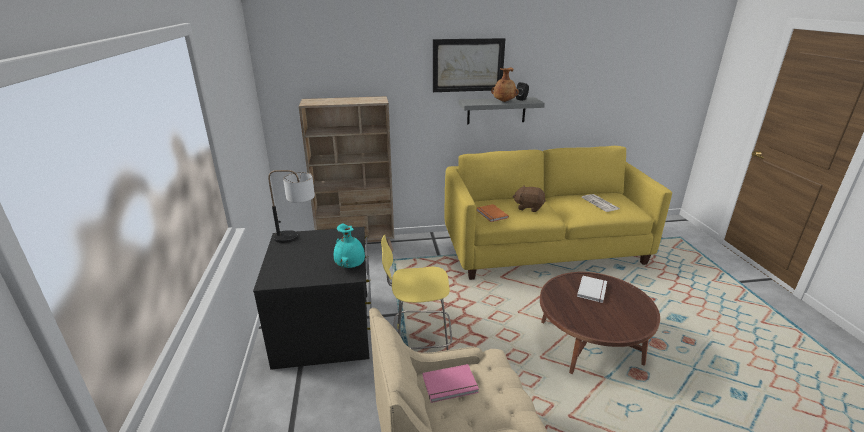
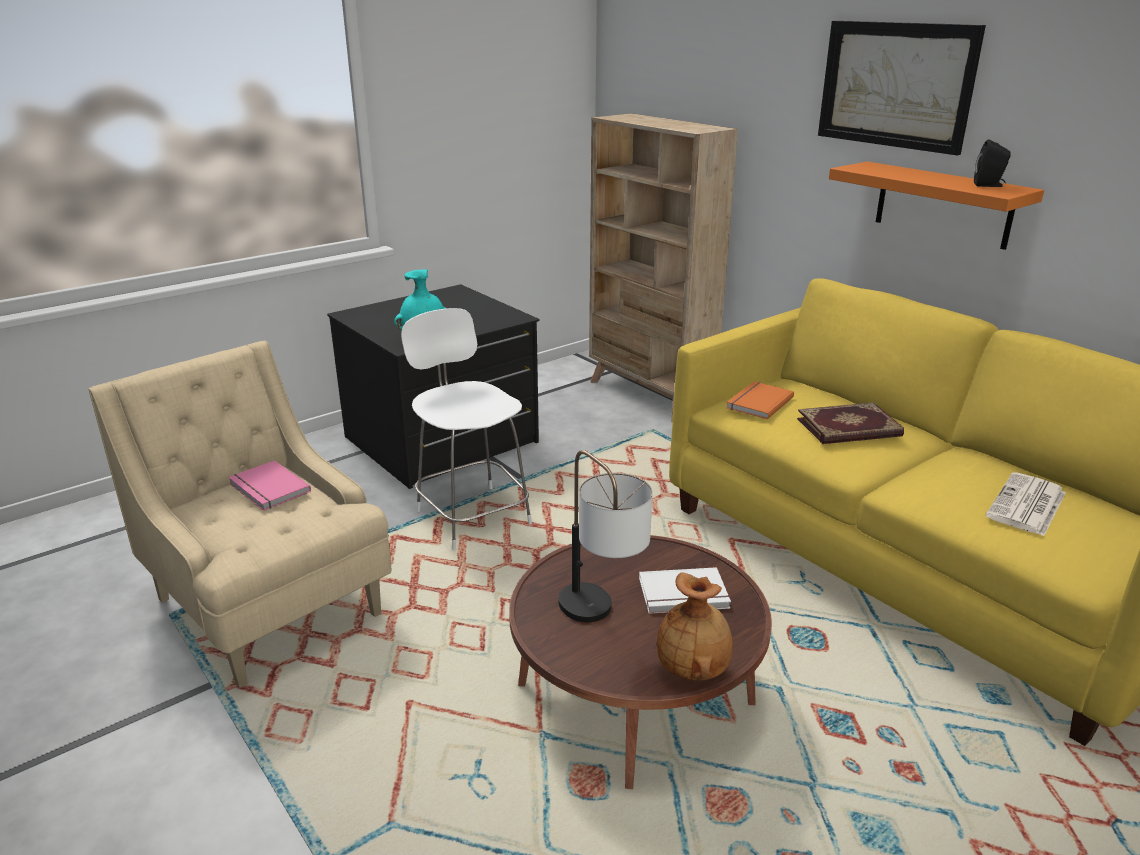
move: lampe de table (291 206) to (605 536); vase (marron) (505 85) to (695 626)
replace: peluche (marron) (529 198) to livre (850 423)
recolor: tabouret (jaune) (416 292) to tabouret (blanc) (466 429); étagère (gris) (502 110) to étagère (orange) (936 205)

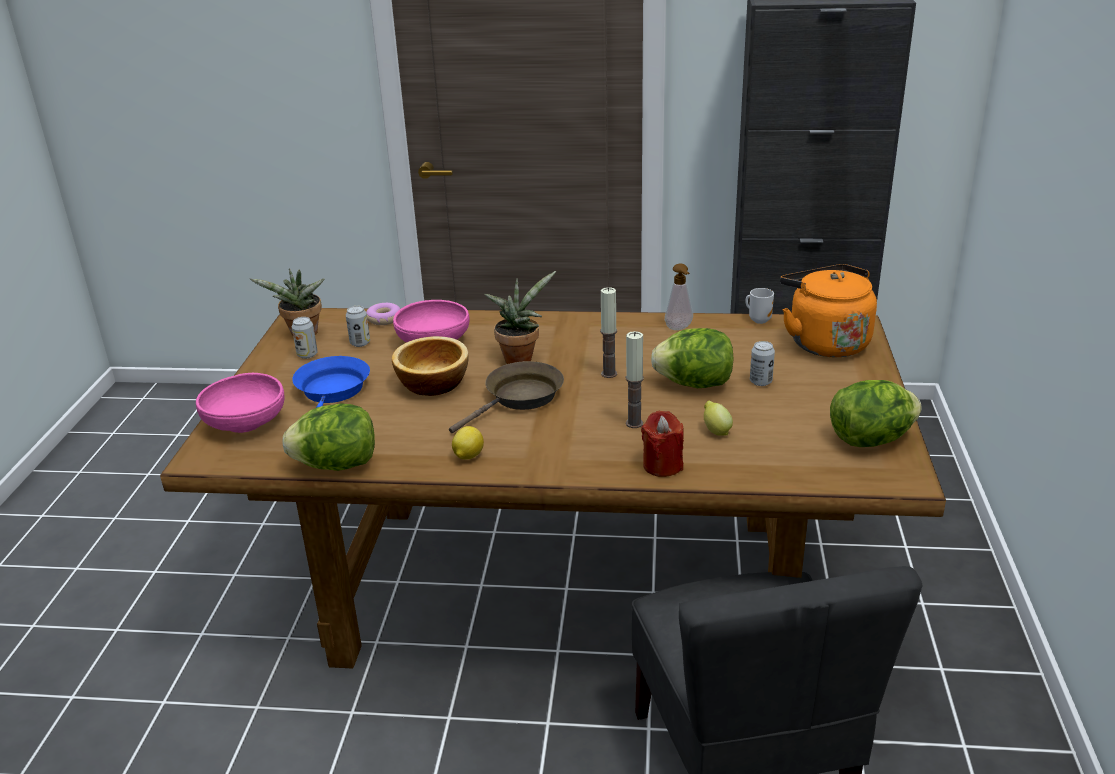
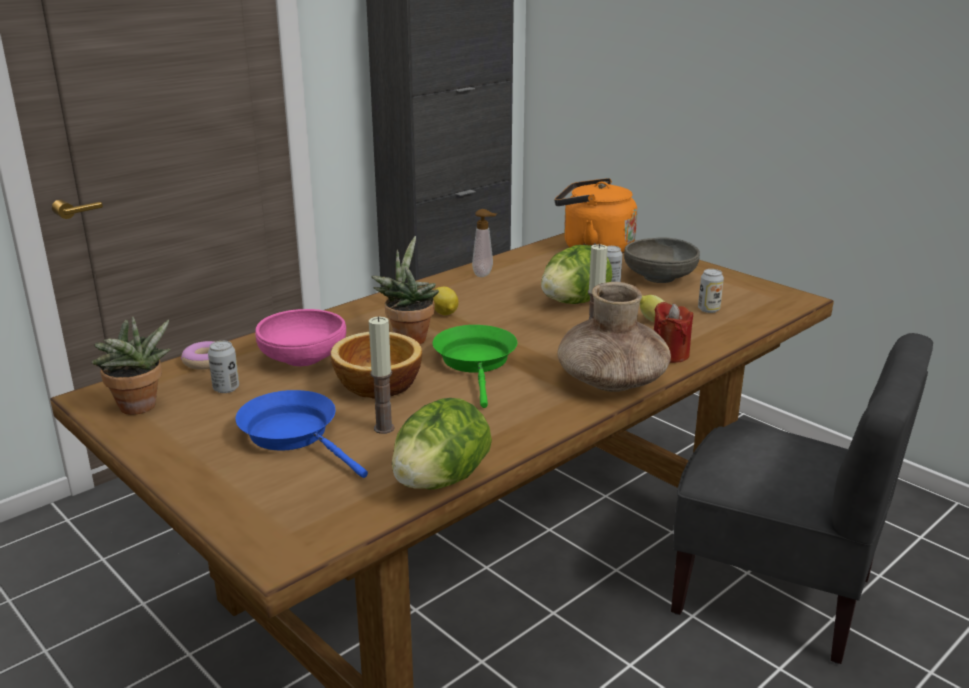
delete: bol (rose) (240 403); mug (759 306); laitue (876 413)
insert: vase (marron) (614 337); bol (gris) (662 260)
move: bougie (608 332) to (381 375); citron (468 443) to (446 301); boîte métallique (305 338) to (711 291)
recolor: poêle (marron) (506 397) to poêle (vert) (475 366)

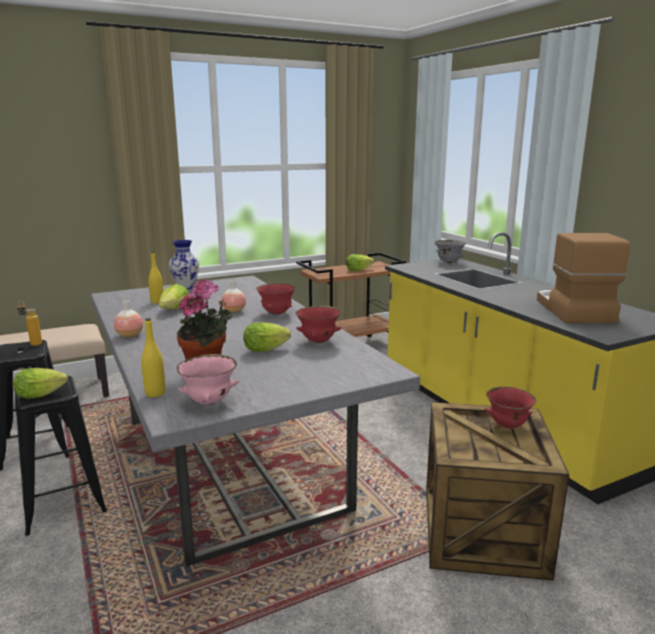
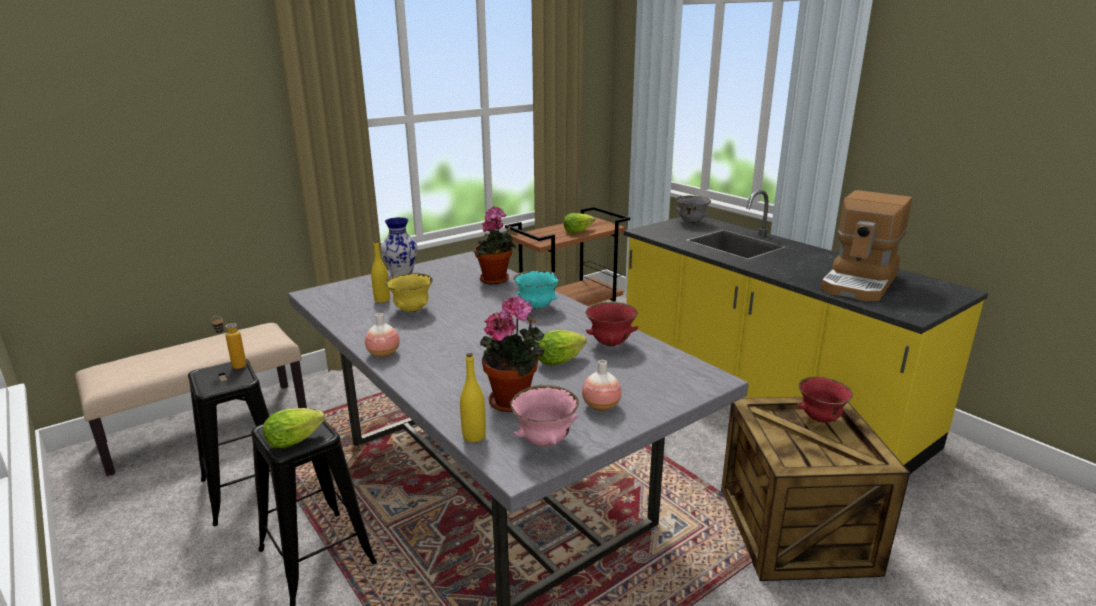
insert: plante en pot (495 245)
move: vase (233 296) to (602 385)
replace: laitue (174 296) to bol (jaune) (409 292)
recolor: bol (rouge) (276 299) to bol (turquoise) (536 289)
rotate: machine à café (583 278) = (867 245) 135 degrees counterclockwise

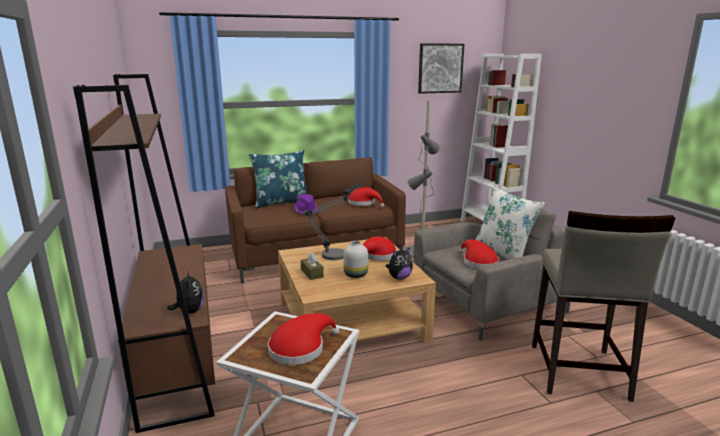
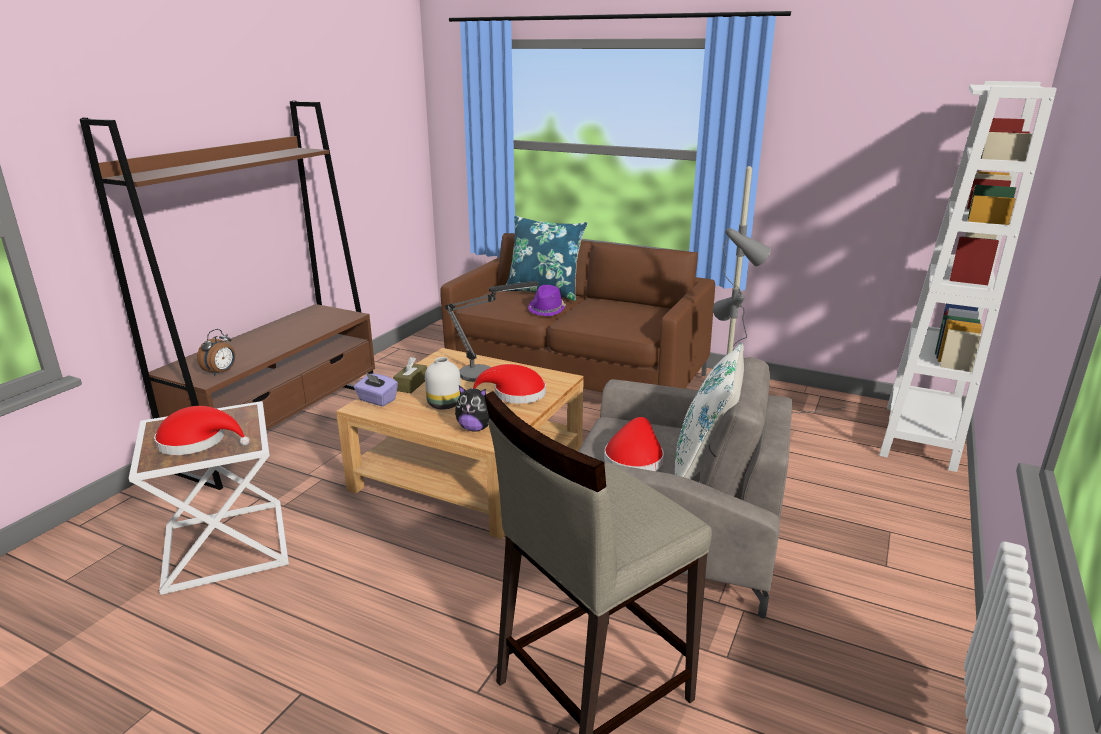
delete: chapeau (rouge) (366 197); tableau (441 68)
insert: boîte à mouchoirs (violet) (376 389)
replace: peluche (185 292) to réveil (216 352)

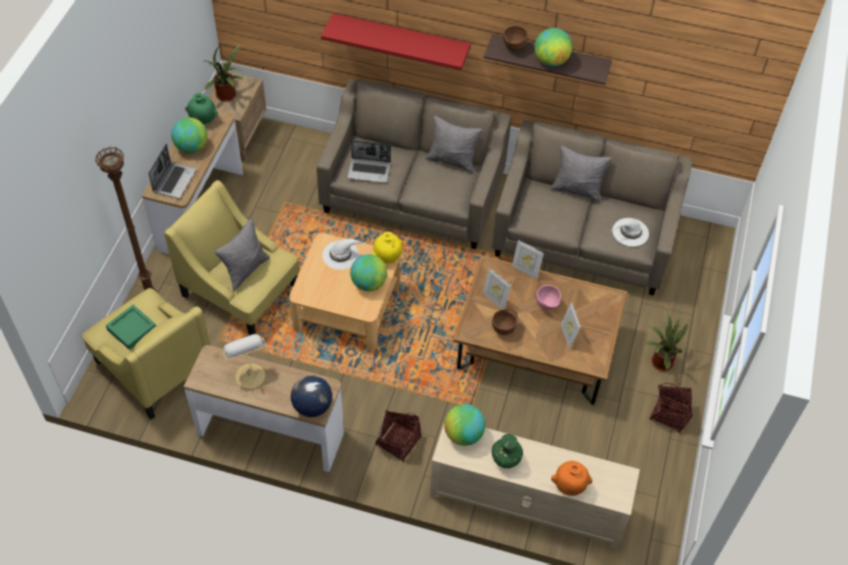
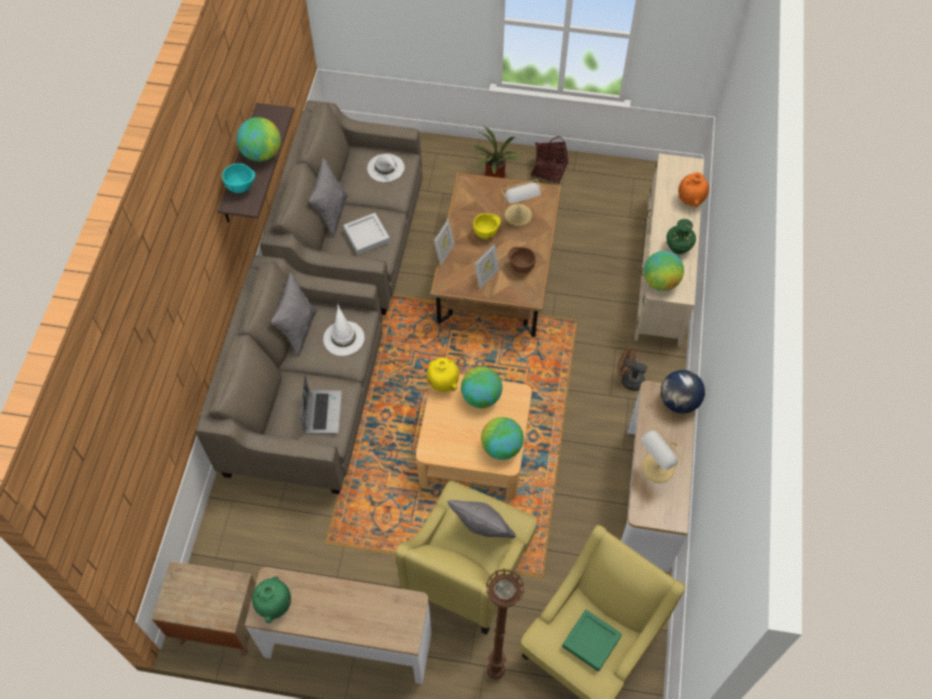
delete: ordinateur portable (172 171); plante en pot (223 73); étagère (rouge) (396 41)
insert: plateau (gris) (366 234)
move: chapeau (blanc) (344 254) to (344 330); globe (189 135) to (502 438)
replace: cadre photo (571 325) to lampe de table (521 202); panier (398 436) to ventilateur (marron) (632 369)
recolor: bol (marron) (515 38) to bol (turquoise) (238 178); bol (rose) (548 297) to bol (jaune) (487 226)

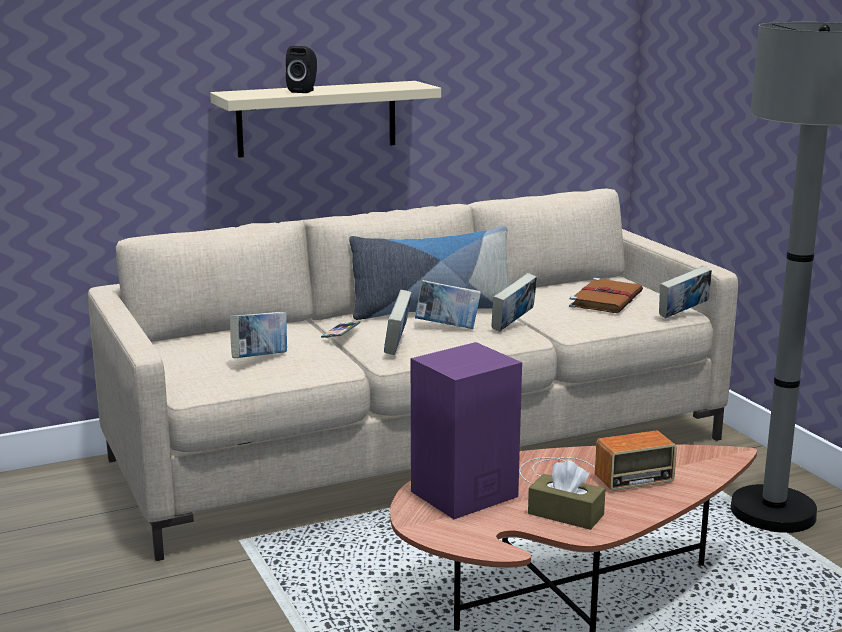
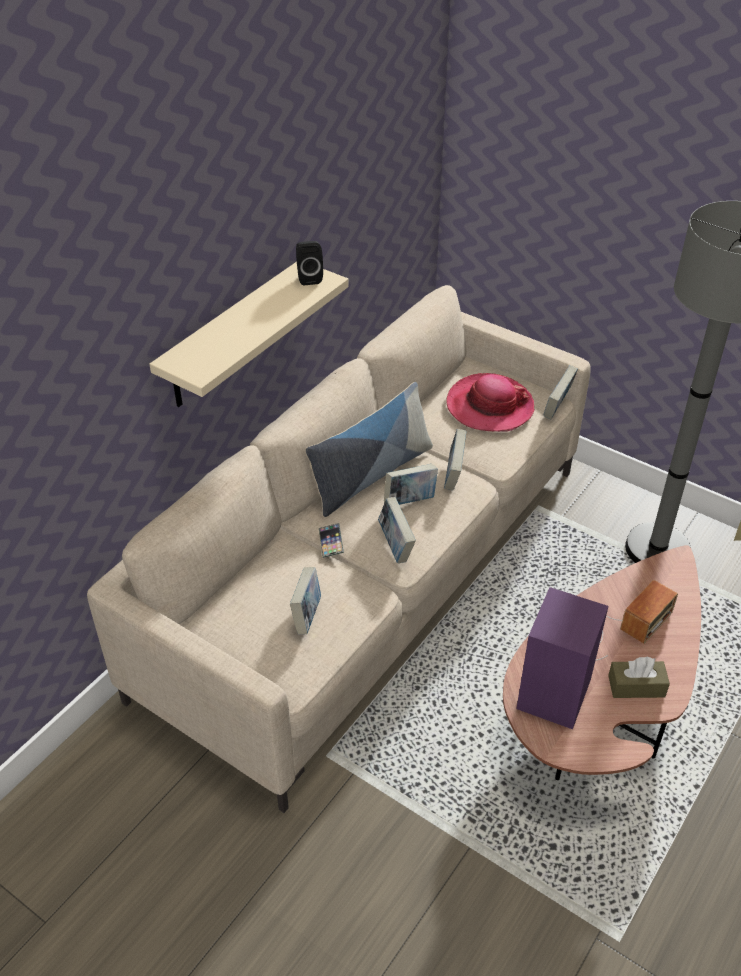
move: enceinte (noir) (301 69) to (309 263)
replace: livre (marron) (606 295) to chapeau (490 402)

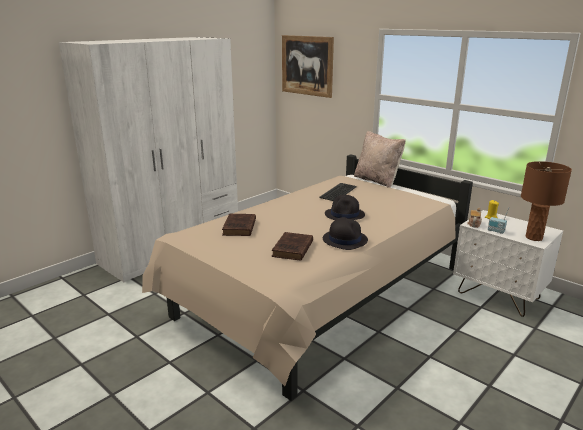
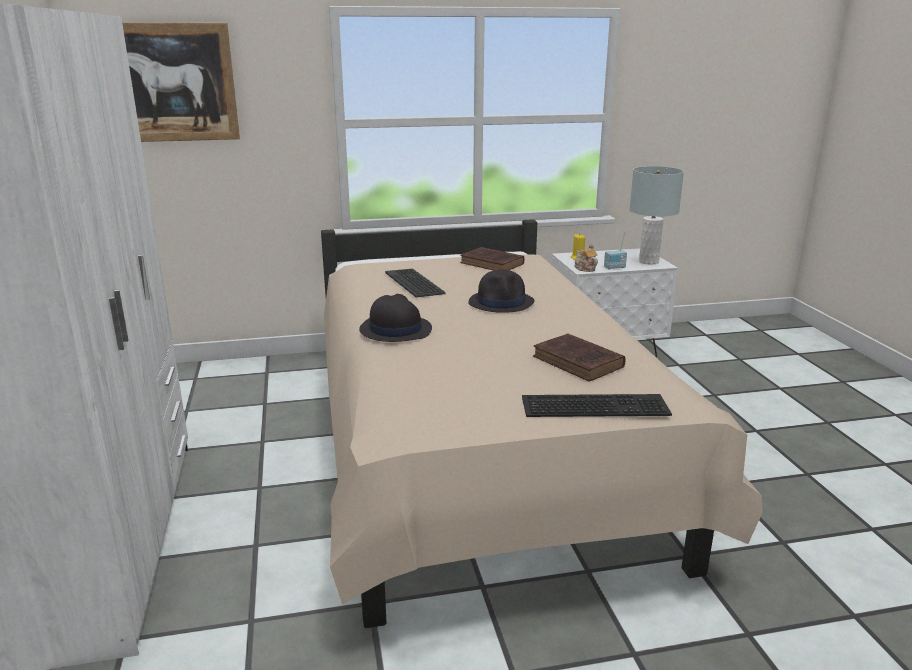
delete: coussin (beige) (380 159)
insert: clavier (597 405)
move: chapeau (noir) (345 233) to (395 318); livre (marron) (239 225) to (492 259)
recolor: lampe de table (marron) (546 201) to lampe de table (gris) (657 215)

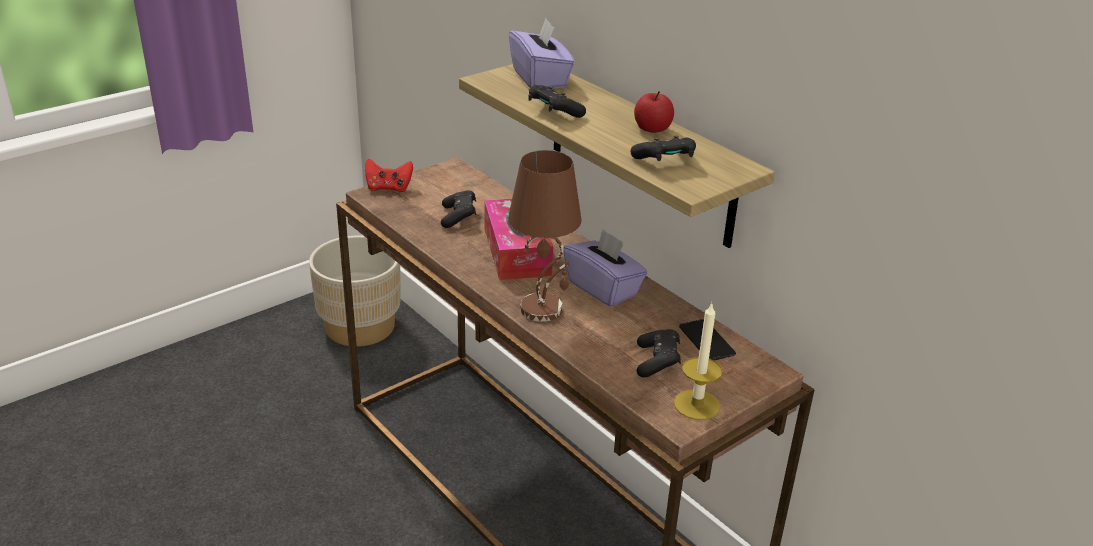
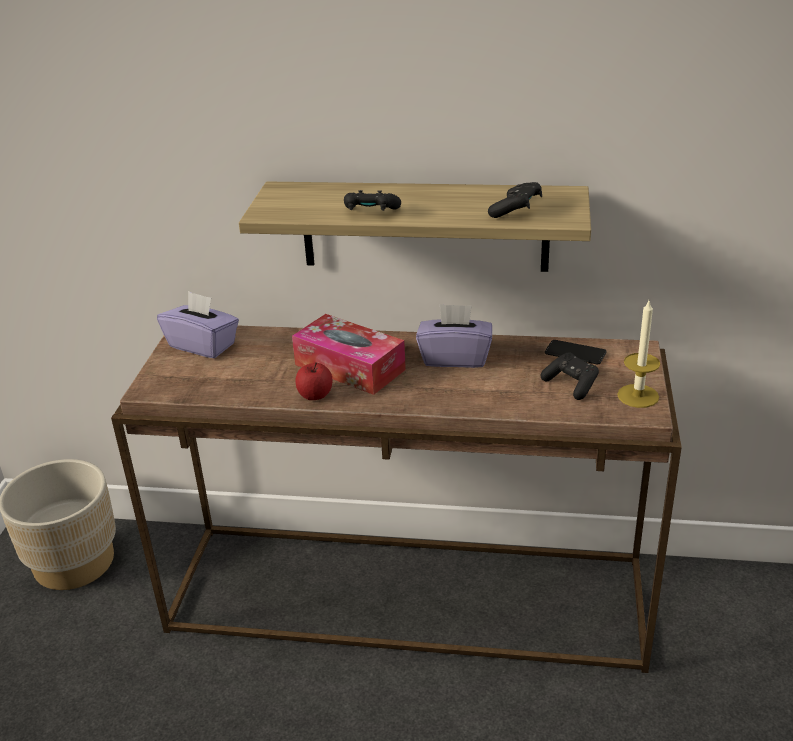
delete: manette (rouge) (389 175); manette (noir) (458 209); lampe de table (marron) (544 236)
move: boîte à mouchoirs (violet) (542 53) to (198 324); pomme (654 112) to (314 381)

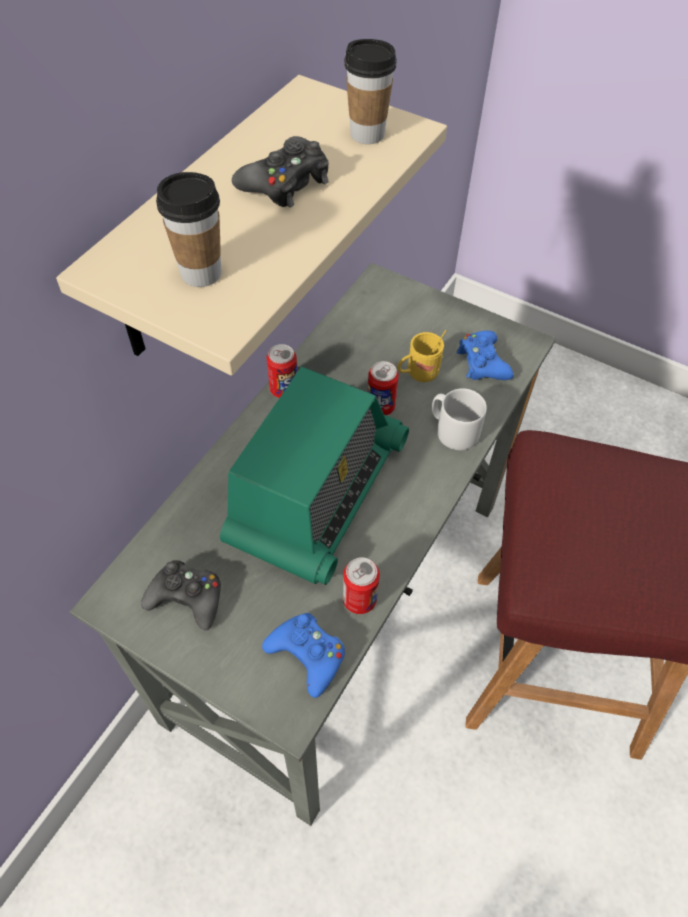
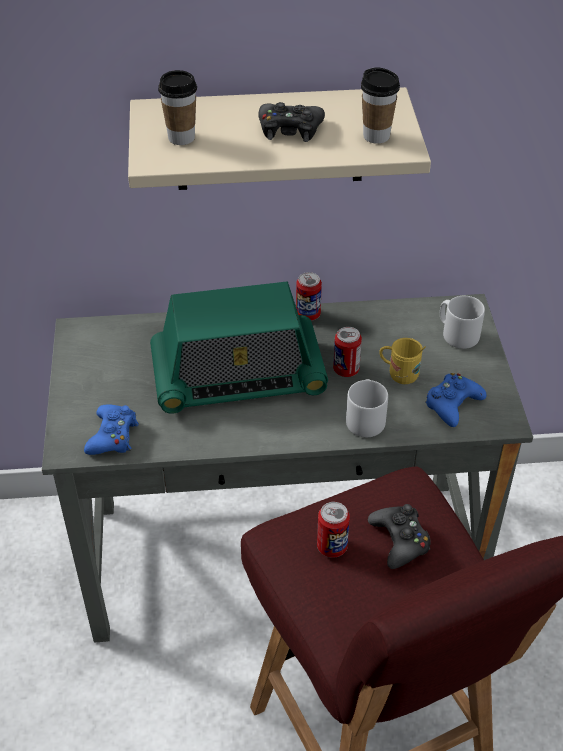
insert: mug (gris) (462 322)
move: boîte métallique (361 585) to (333 530); manette (noir) (181 595) to (399 536)

